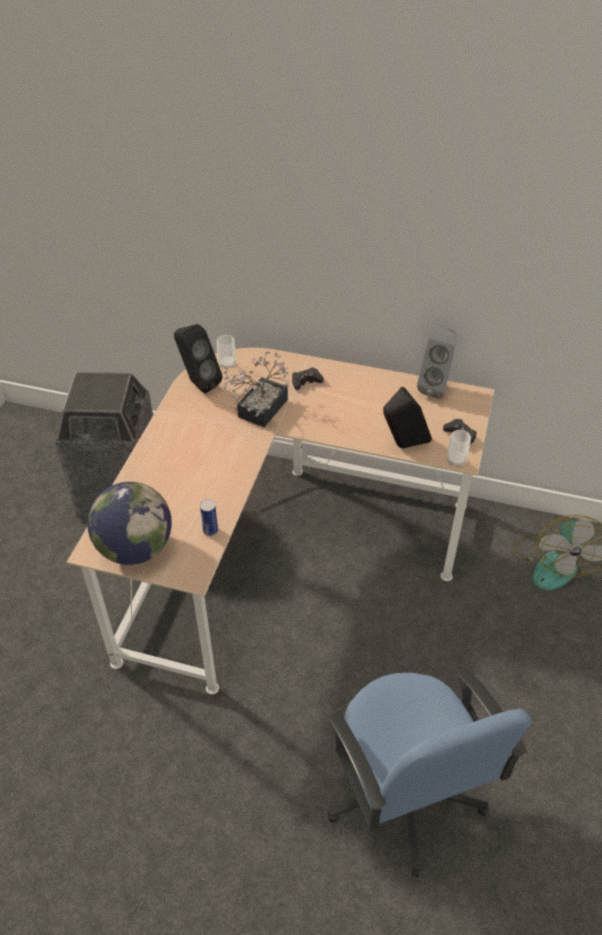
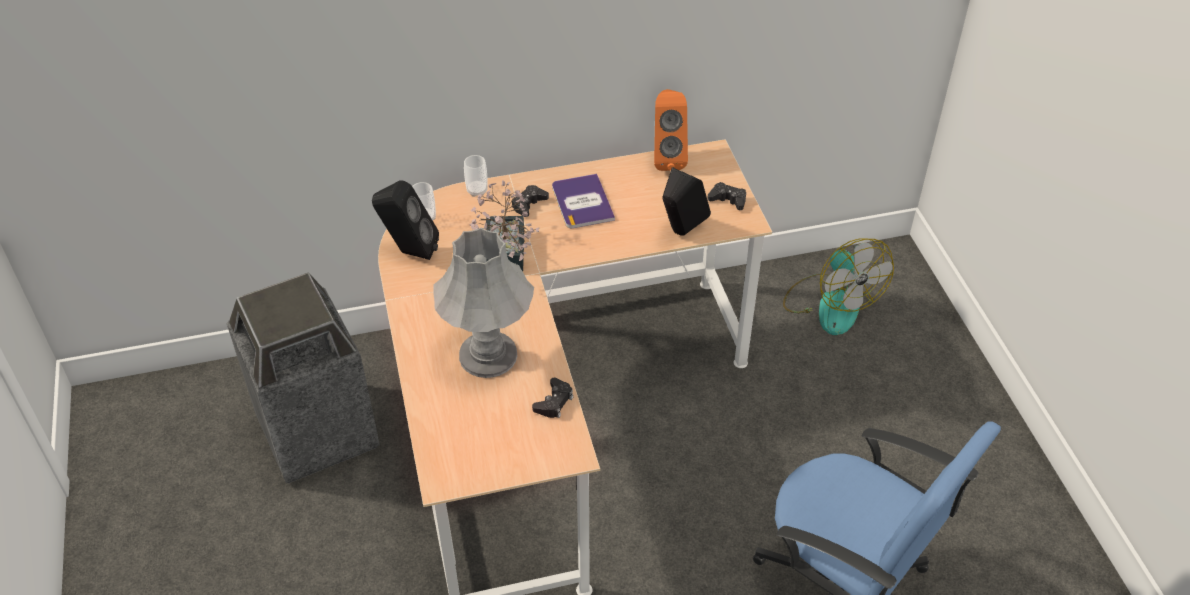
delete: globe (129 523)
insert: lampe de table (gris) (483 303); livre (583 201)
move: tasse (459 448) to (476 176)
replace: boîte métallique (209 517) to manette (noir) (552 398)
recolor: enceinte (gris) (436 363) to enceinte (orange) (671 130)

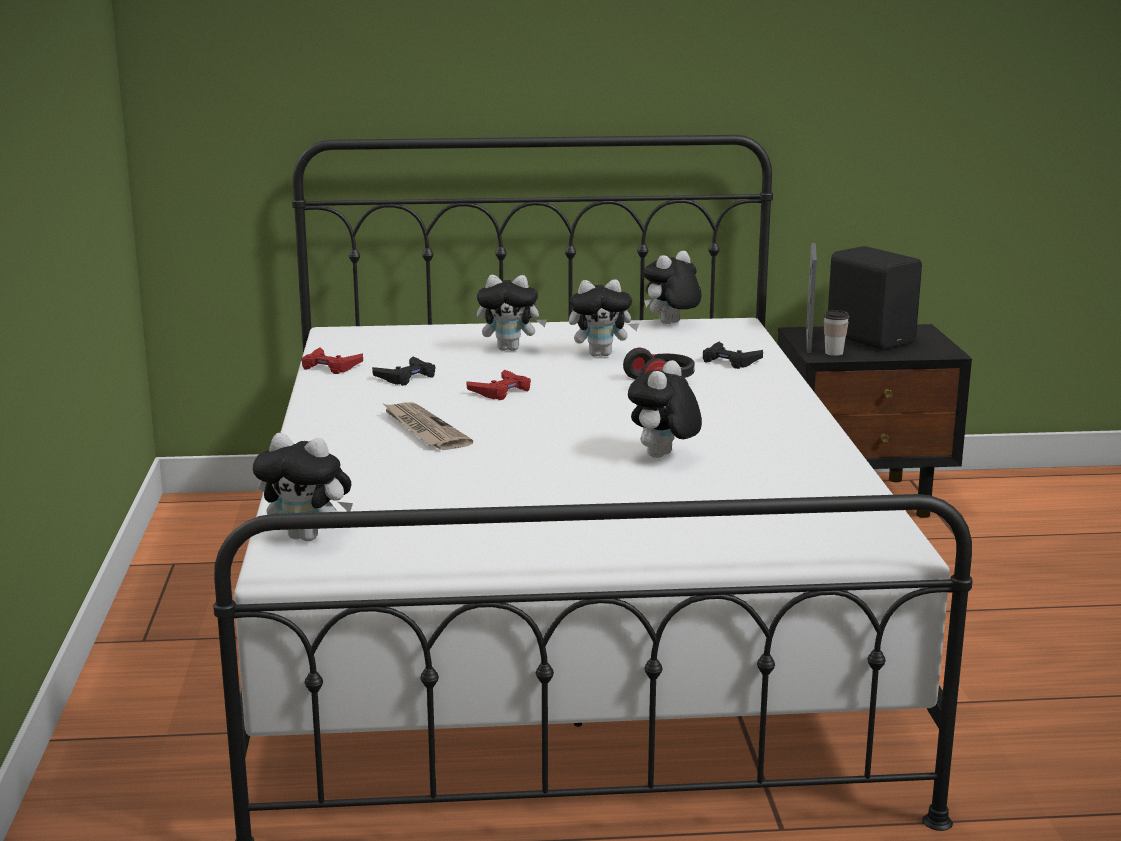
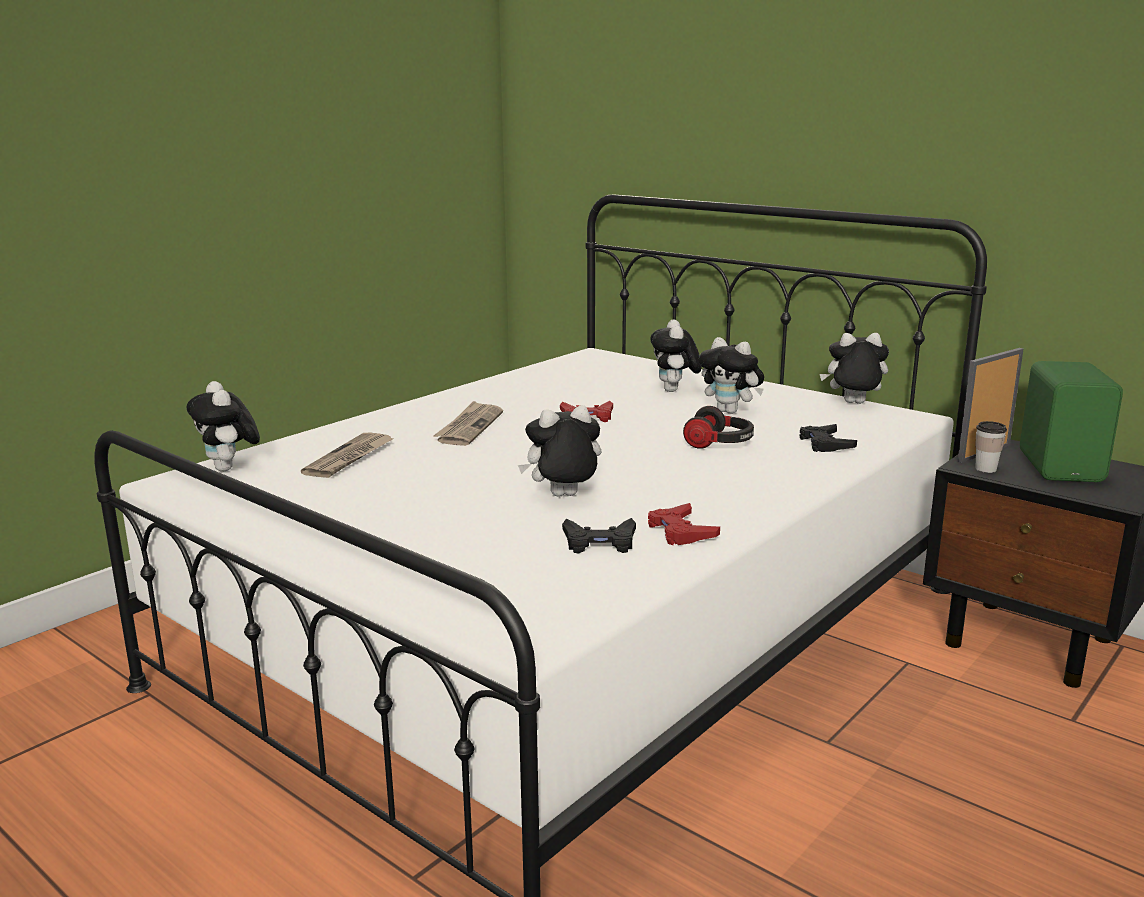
insert: journal (347 455)
move: manette (noir) (403 371) to (599 536); manette (rouge) (332 361) to (684 524)
recolor: enceinte (noir) (875 298) to enceinte (vert) (1071 421)
rotate: peluche (512 313) = (675 355) 45 degrees clockwise

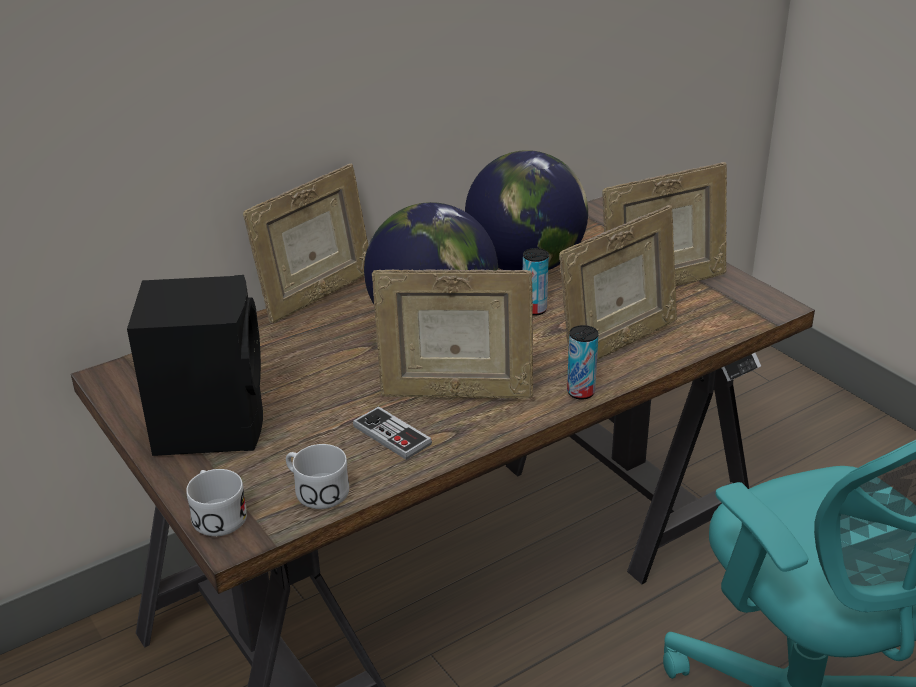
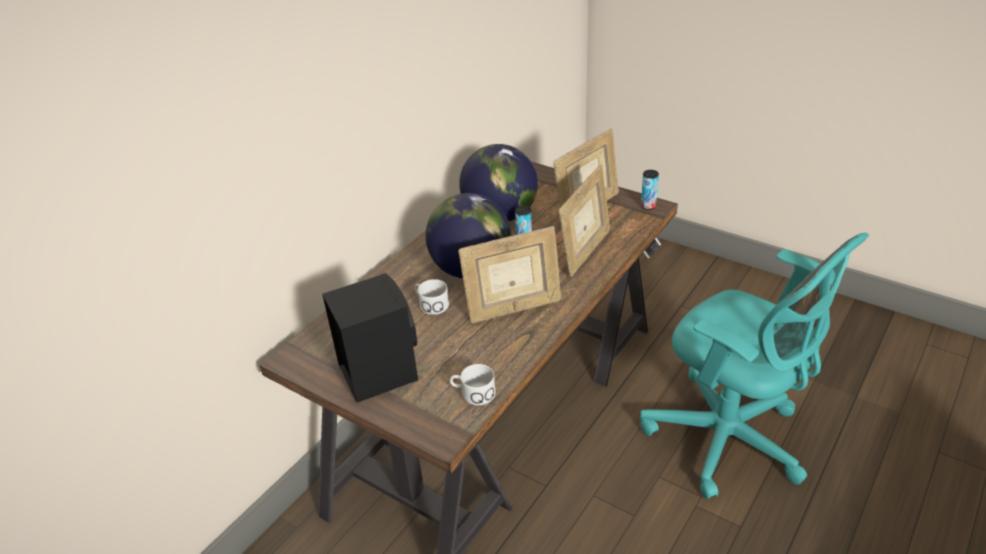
delete: cadre photo (305 243); manette (392 433)
move: mug (blanc) (216 502) to (431 297); boîte métallique (583 362) to (650 190)

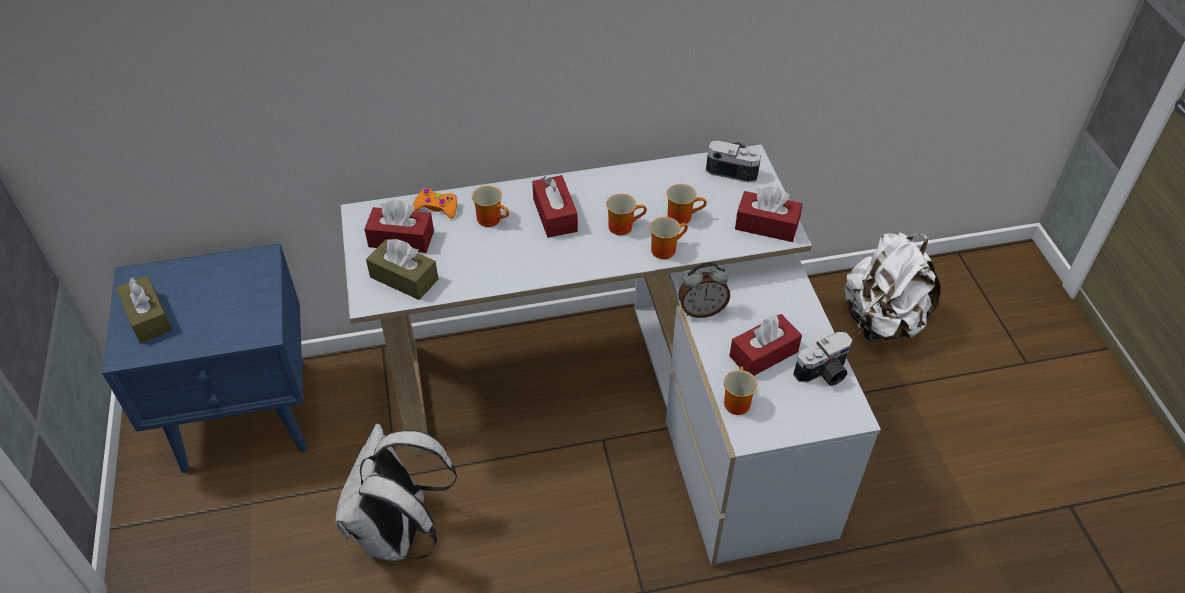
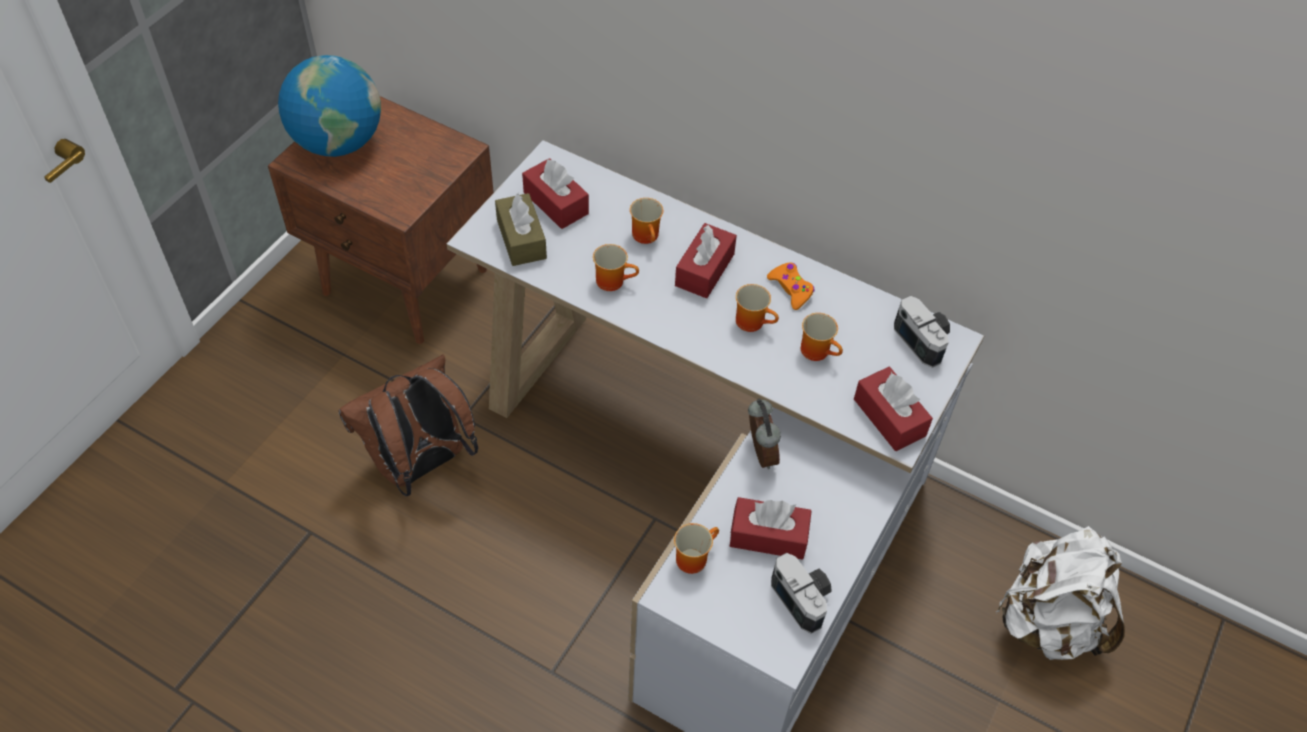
move: mug (669 238) to (616 267); manette (orange) (435 203) to (791 286)
replace: boîte à mouchoirs (marron) (144 309) to globe (329 106)
recolor: table de chevet (bleu) (205 358) to table de chevet (marron) (381 220); sac à dos (blanc) (396 492) to sac à dos (marron) (408 425)
rotate: réveil (704 290) = (764 434) 135 degrees counterclockwise; appareil photo (823 359) = (801 593) 135 degrees counterclockwise

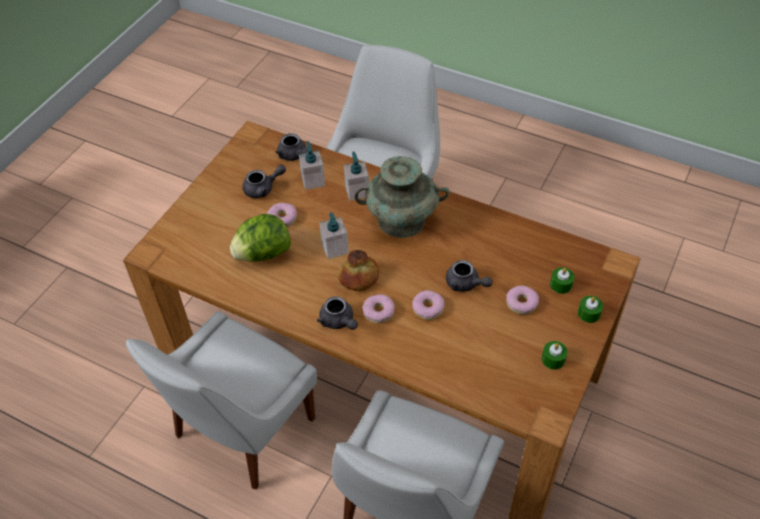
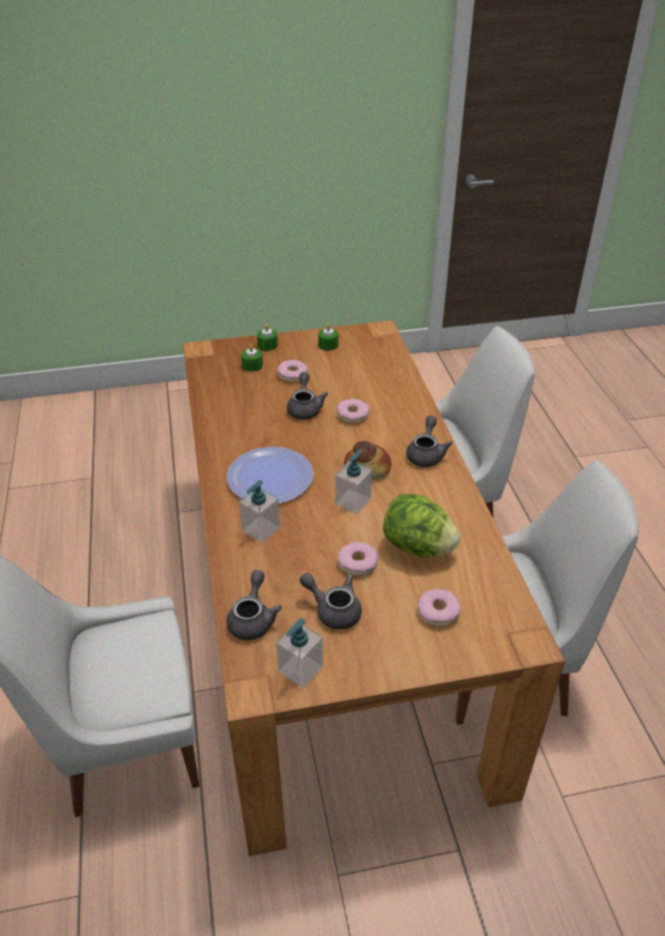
move: distributeur de savon (312 165) to (299 653); beignet (379 309) to (439 608)
replace: vase (turquoise) (402 197) to assiette (270 475)

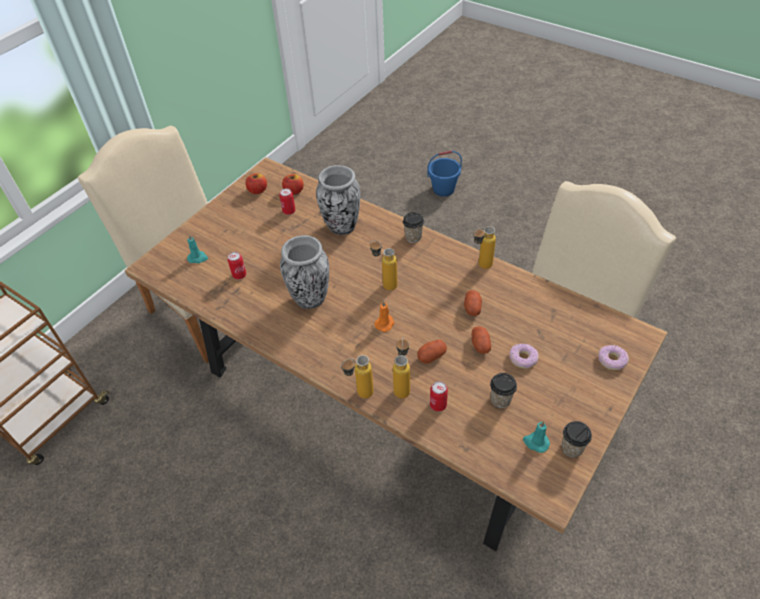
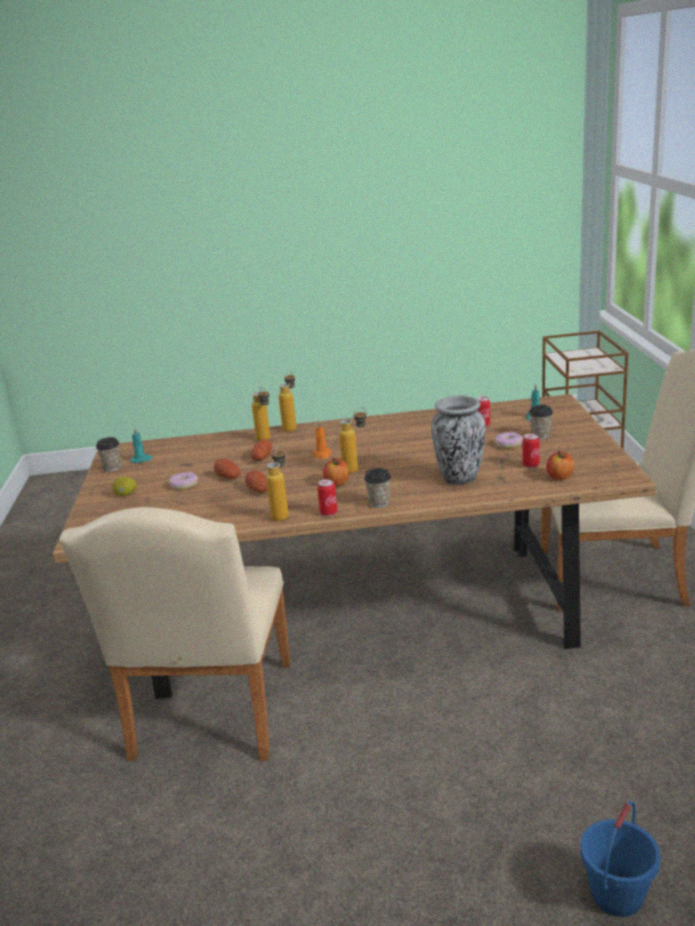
delete: vase (304 272)
insert: citron (124 486)
move: boîte métallique (439 396) to (327 497); pomme (256 183) to (336 472); beignet (613 357) to (509 440); tasse (503 390) to (541 422)

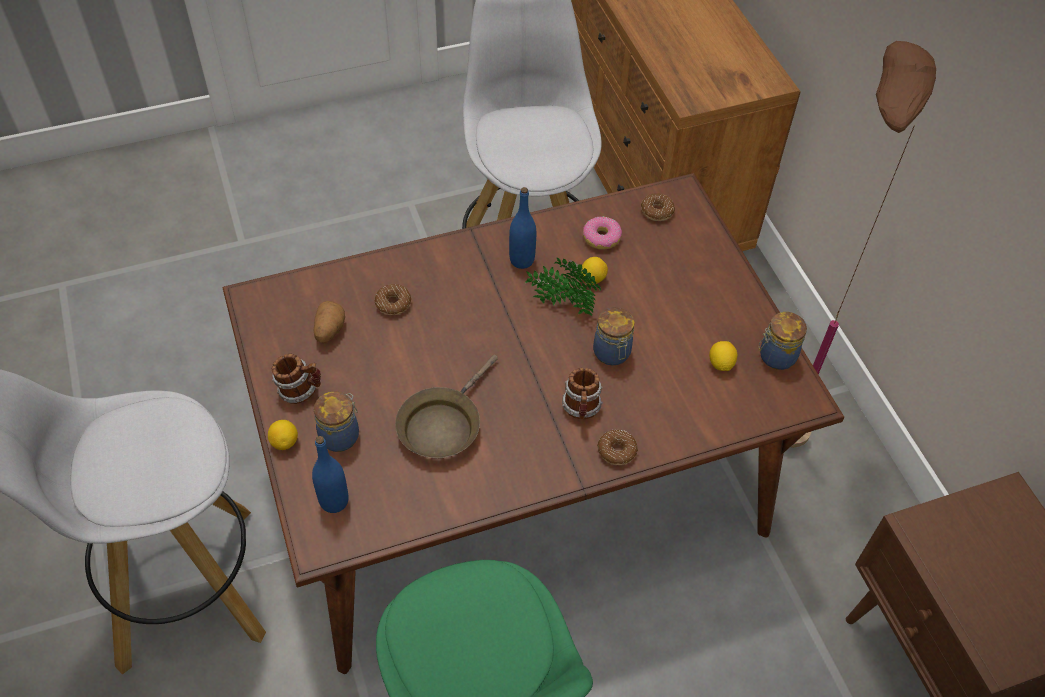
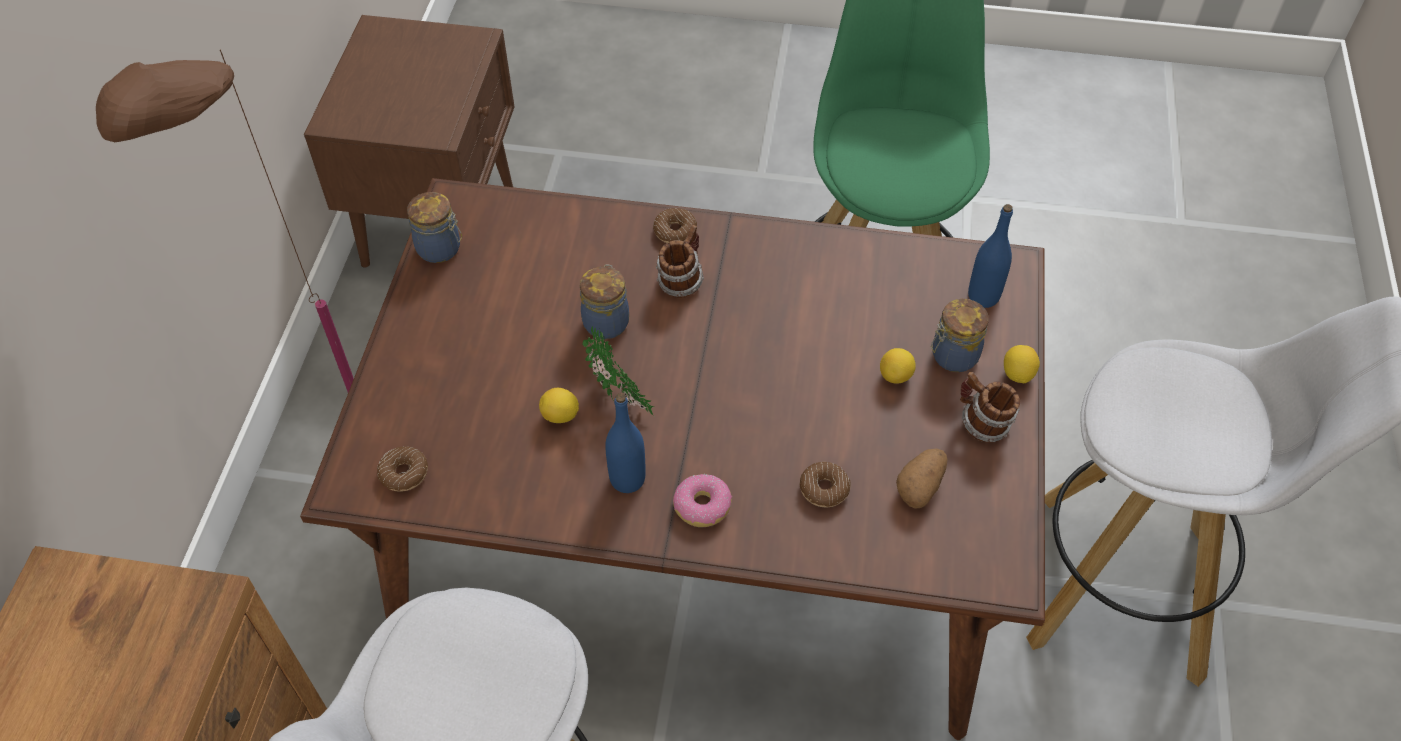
delete: poêle (marron) (446 406)
move: beignet (602 233) to (702 500); citron (723 356) to (898 366)

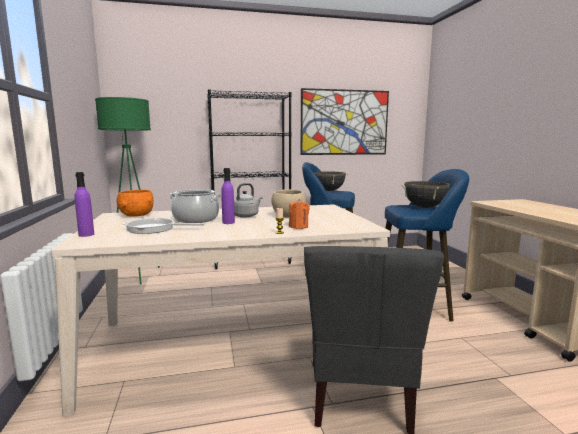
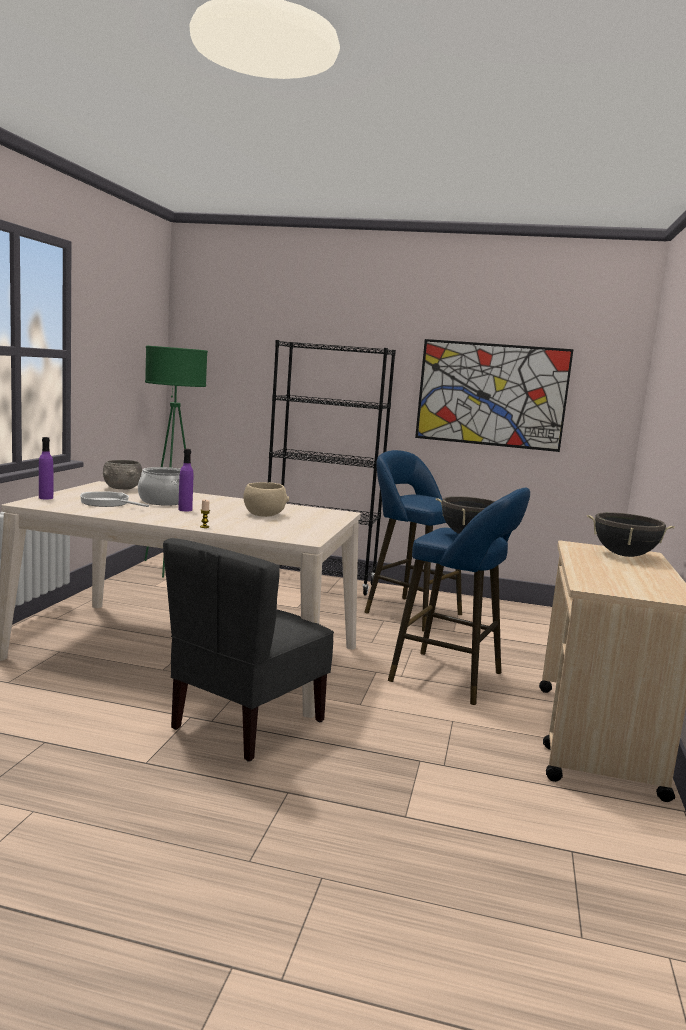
delete: bouilloire (gris) (248 200); bougie (orange) (299 214)
move: marmite (noir) (331 181) to (631 534)
recolor: bol (orange) (135 203) to bol (gris) (122 474)

